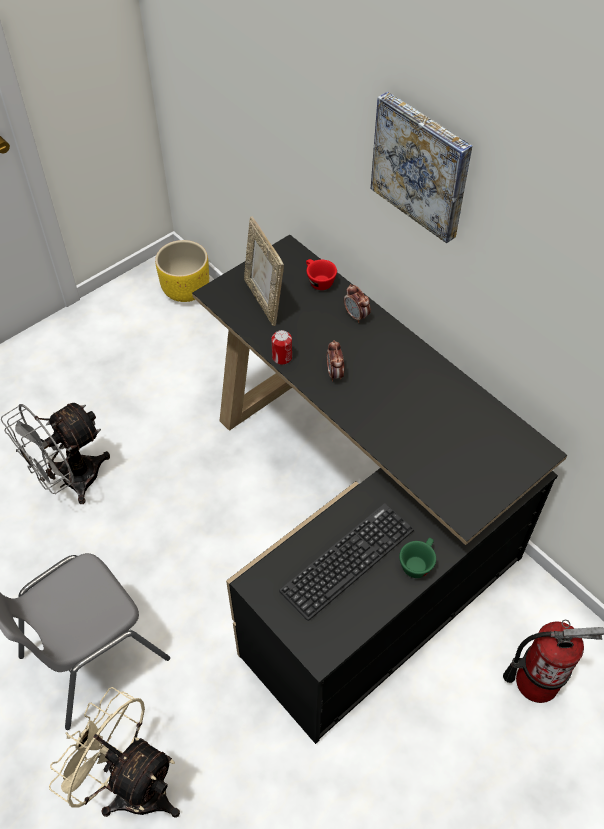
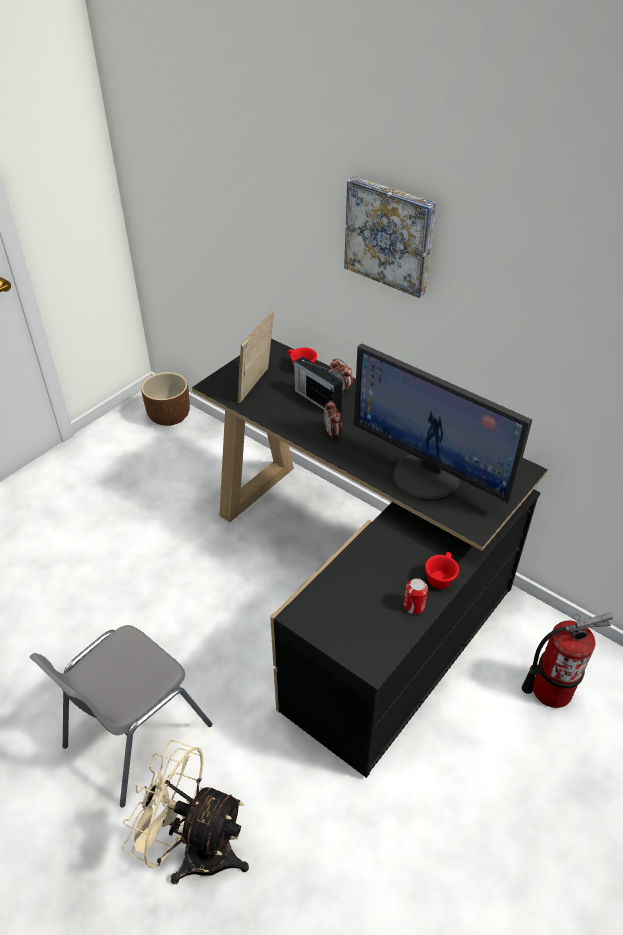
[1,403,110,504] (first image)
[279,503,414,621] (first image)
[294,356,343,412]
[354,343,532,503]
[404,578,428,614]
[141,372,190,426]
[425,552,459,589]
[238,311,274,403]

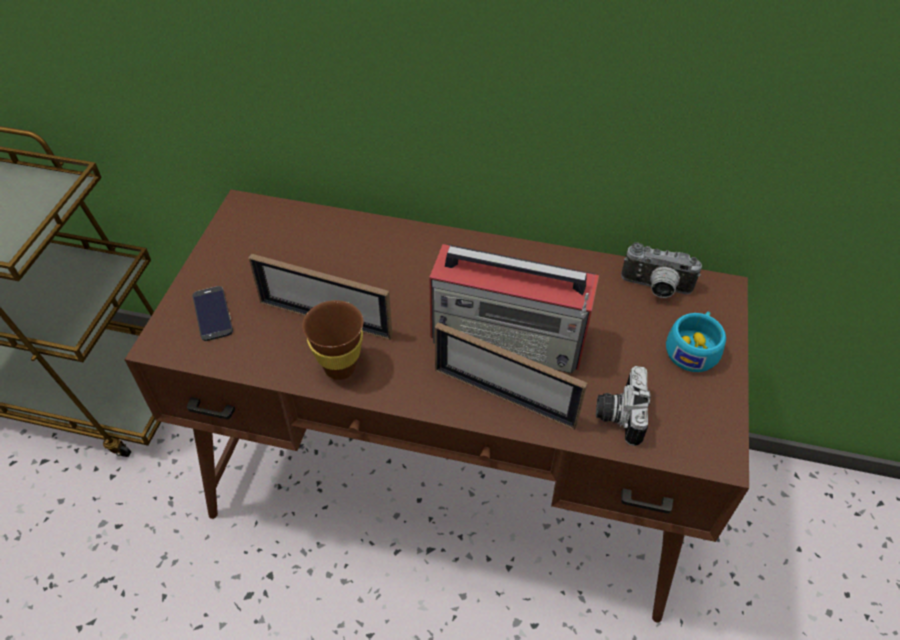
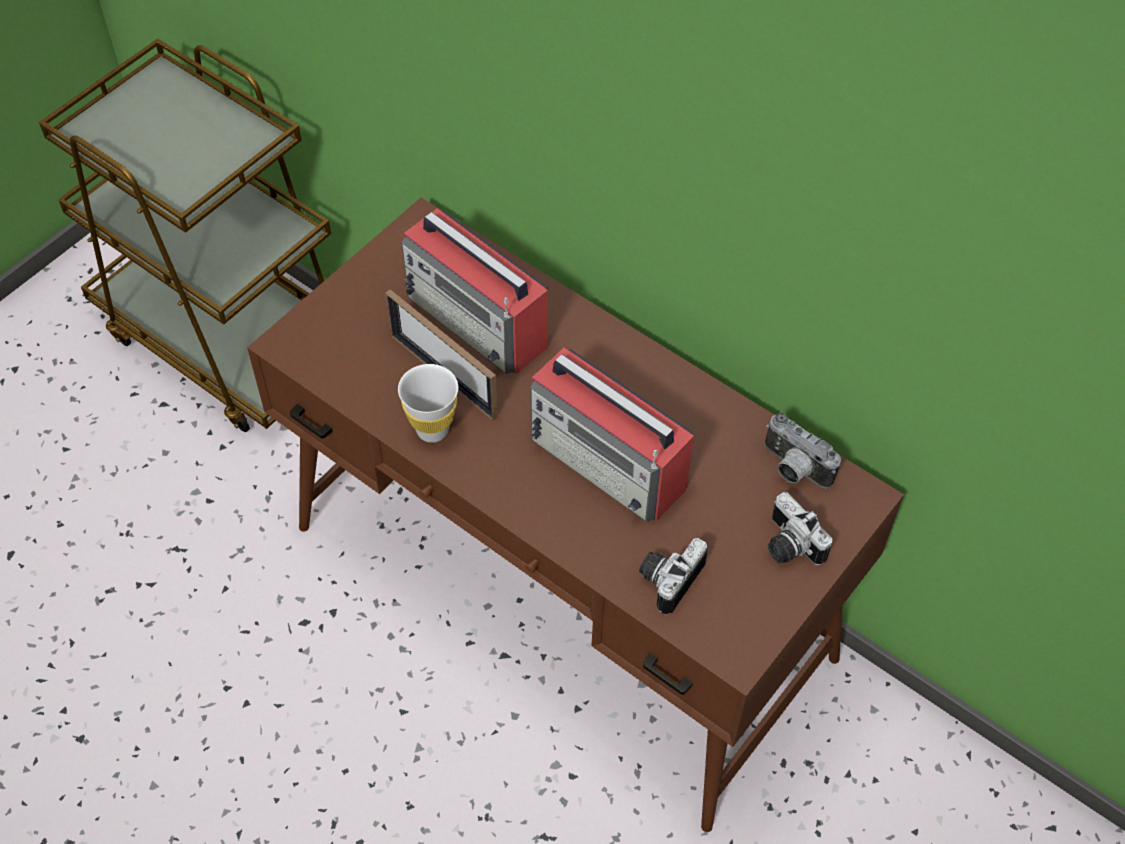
[193,286,233,341] (first image)
[435,322,587,430] (first image)
[402,208,548,374]
[767,492,832,565]
[398,364,458,443]

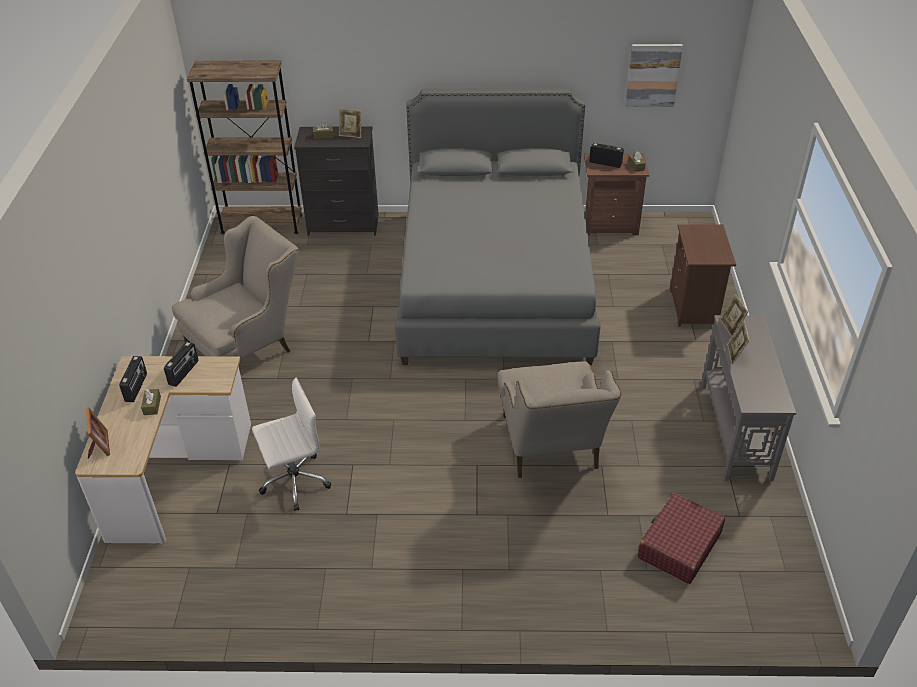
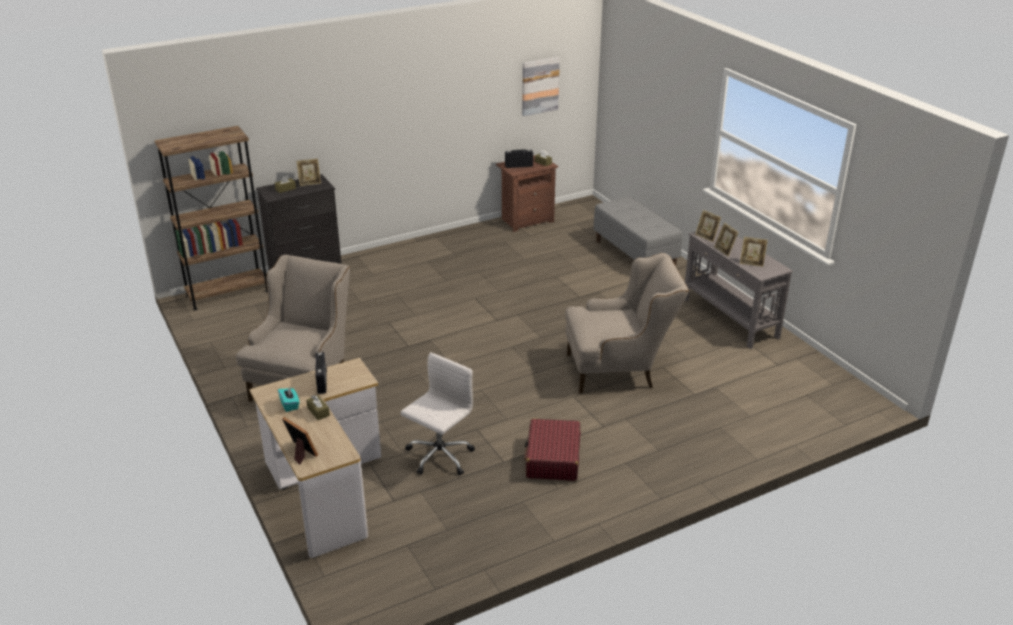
[395,88,601,365] (first image)
[740,237,768,267]
[524,419,581,481]
[278,385,300,412]
[593,196,682,266]
[565,253,689,394]

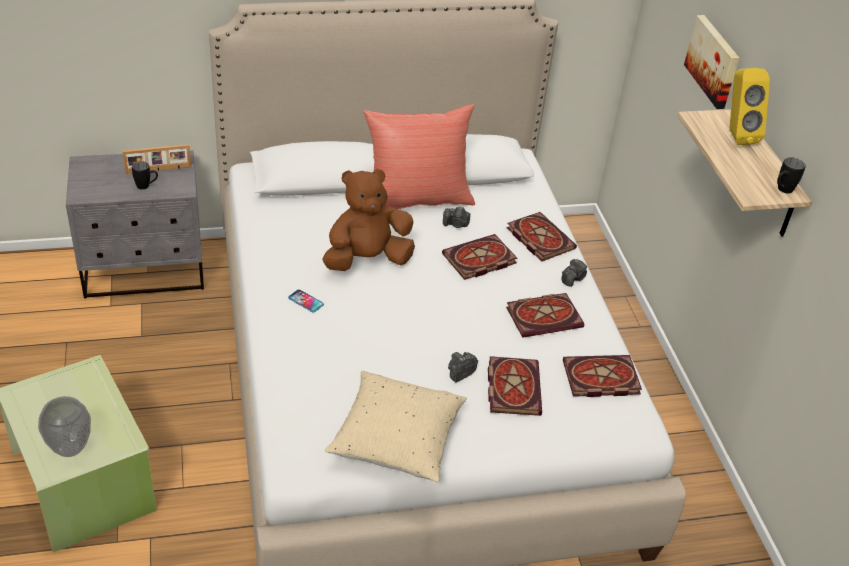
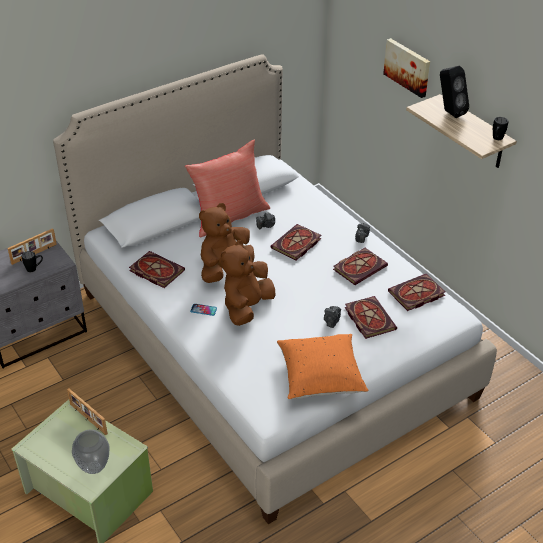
[67,388,108,435]
[221,240,275,326]
[129,251,185,288]
[277,334,368,399]
[440,66,469,118]

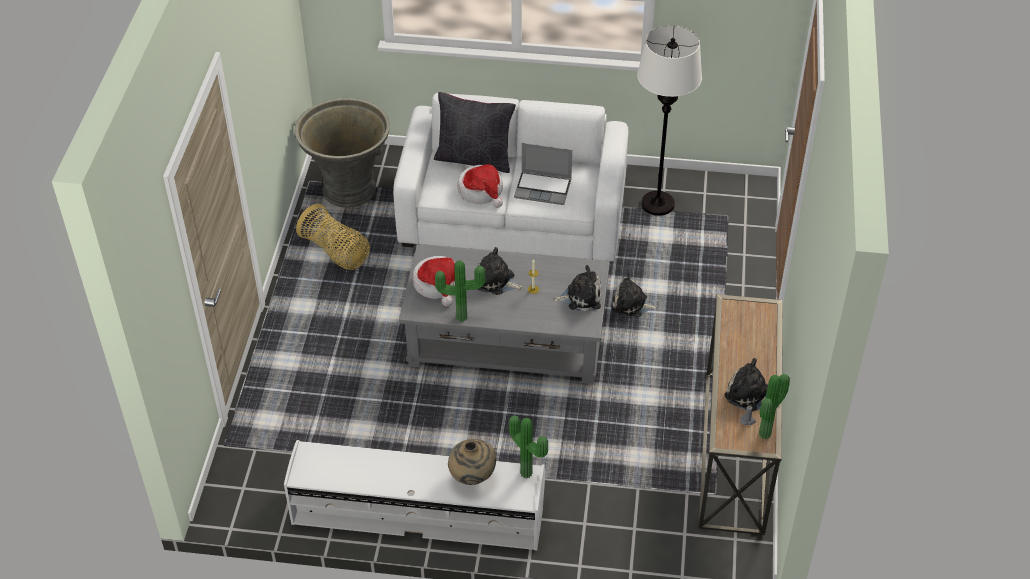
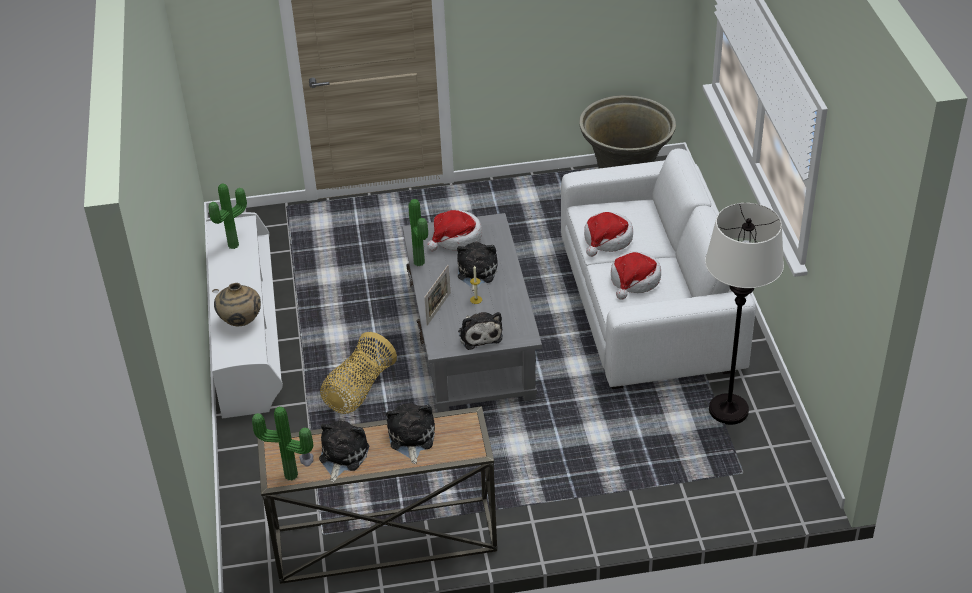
[434,92,516,173] (first image)
[424,265,450,326]
[320,332,397,414]
[209,183,247,249]
[386,403,435,464]
[611,252,661,300]

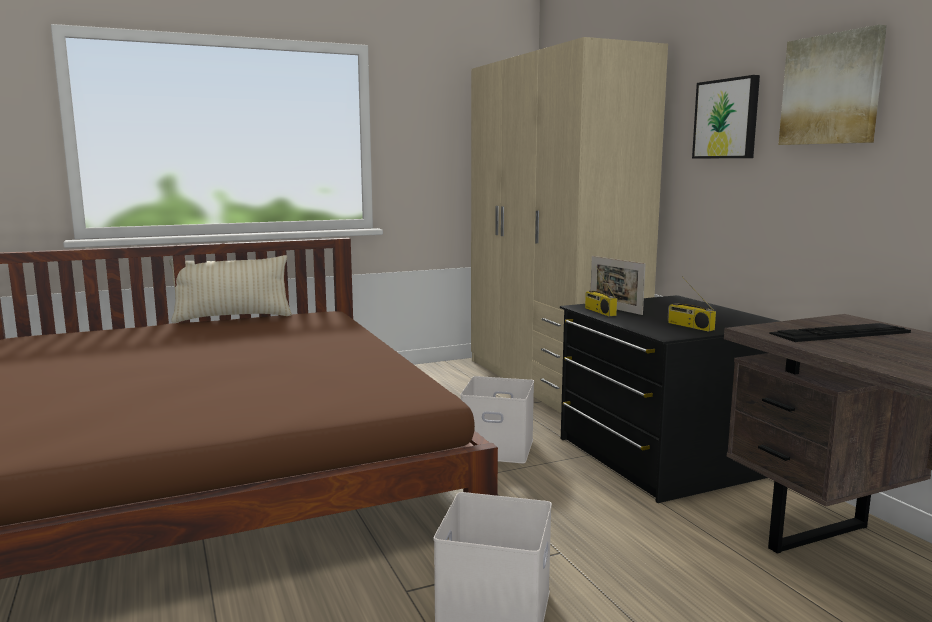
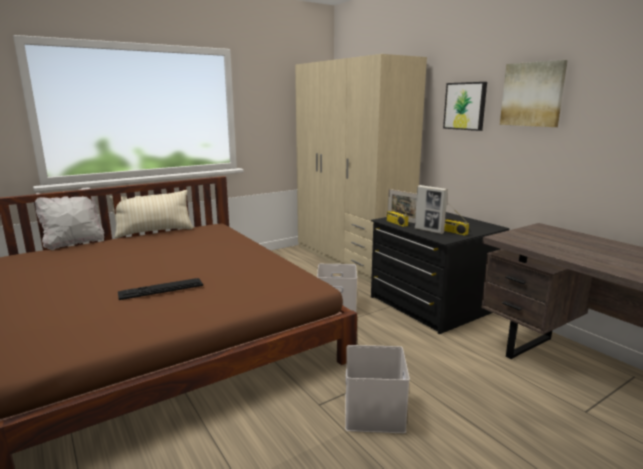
[32,187,104,250]
[415,185,448,234]
[118,278,203,300]

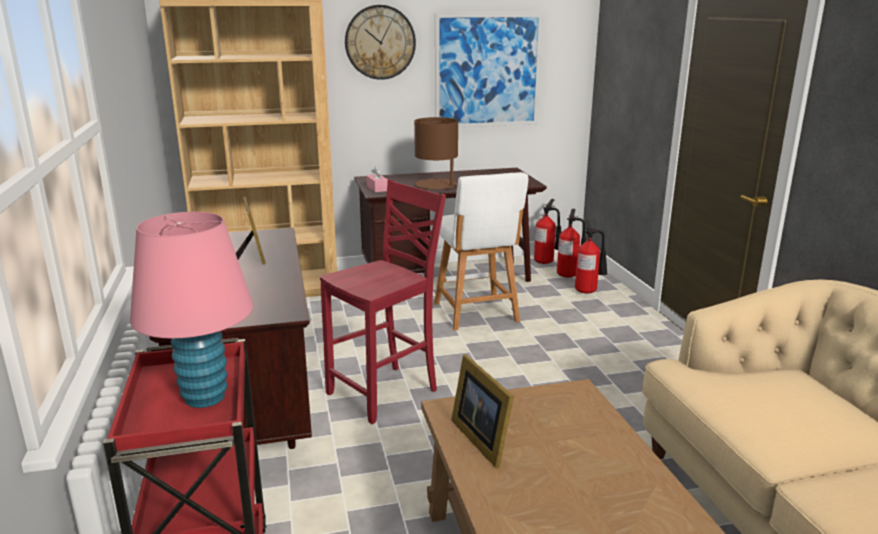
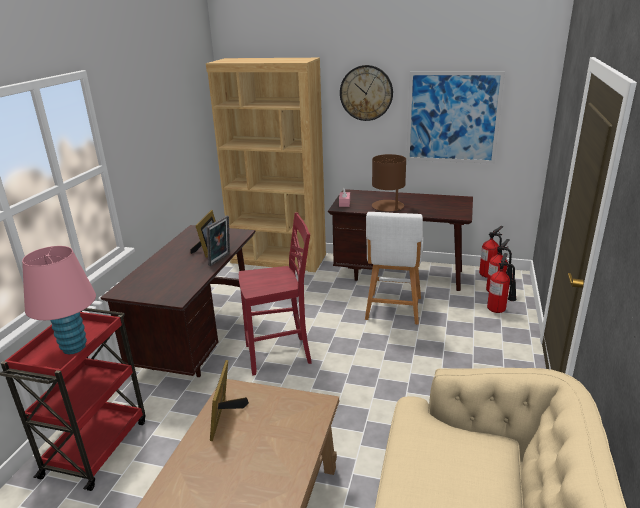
[206,215,230,266]

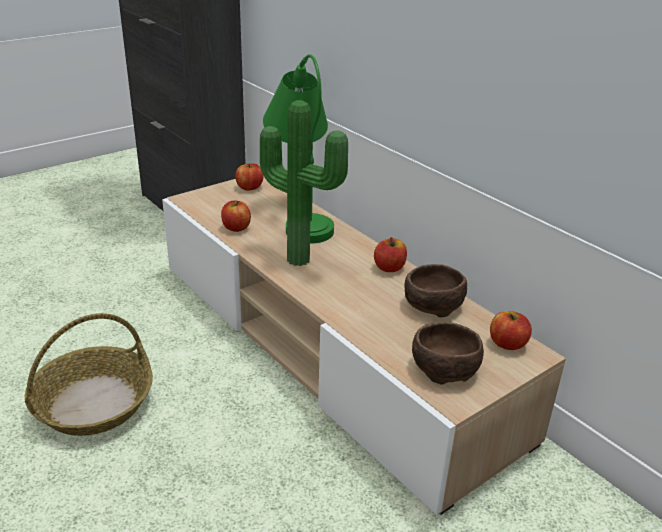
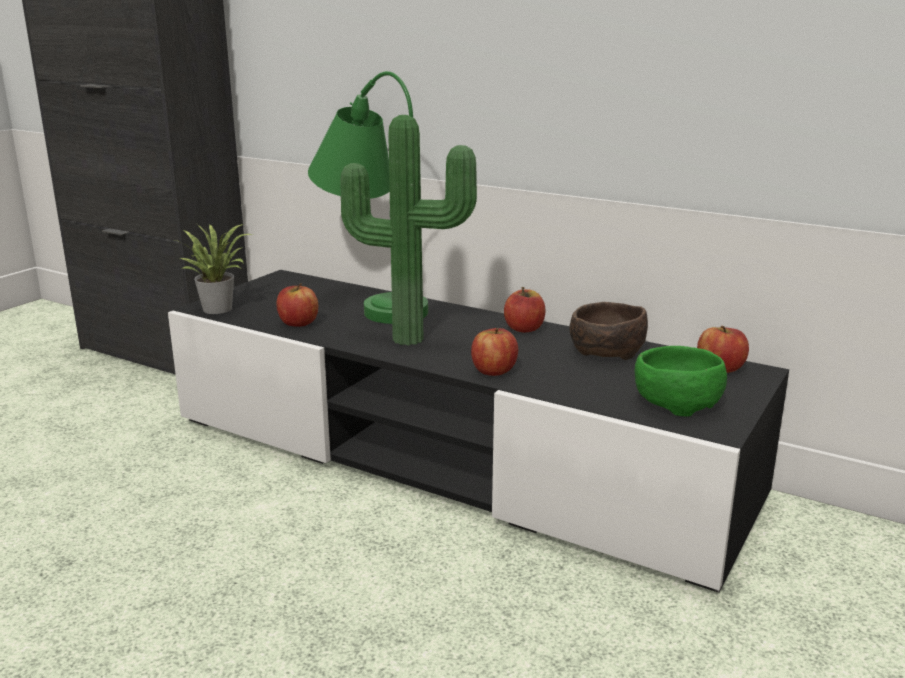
[25,313,153,436] (first image)
[175,224,251,314]
[471,328,518,376]
[168,270,789,593]
[635,346,727,417]

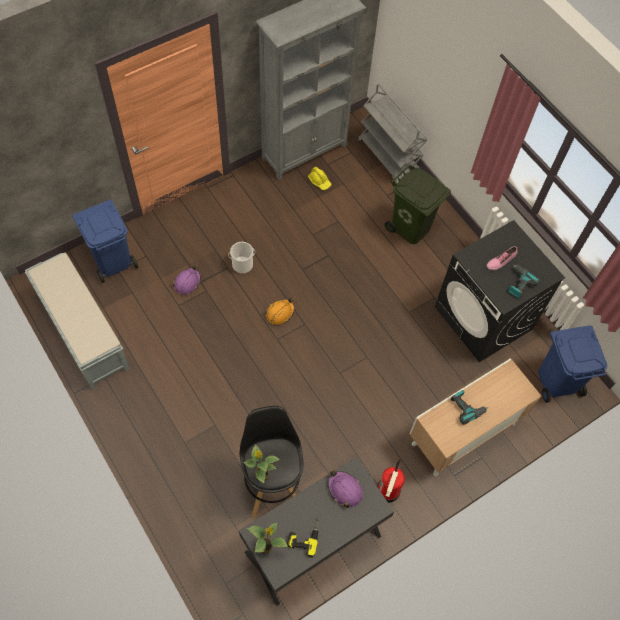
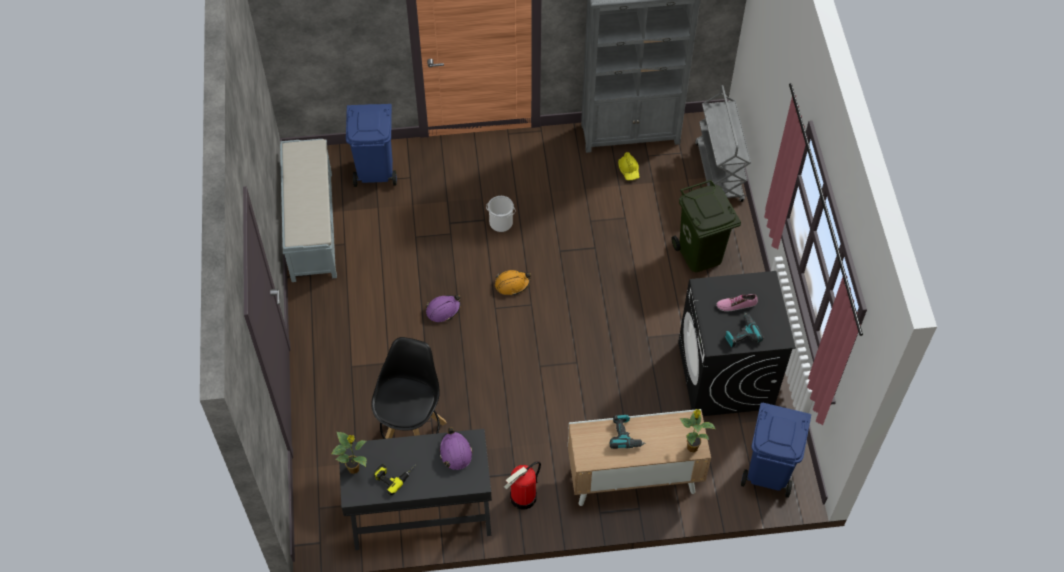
[425,295,461,322]
[680,409,716,452]

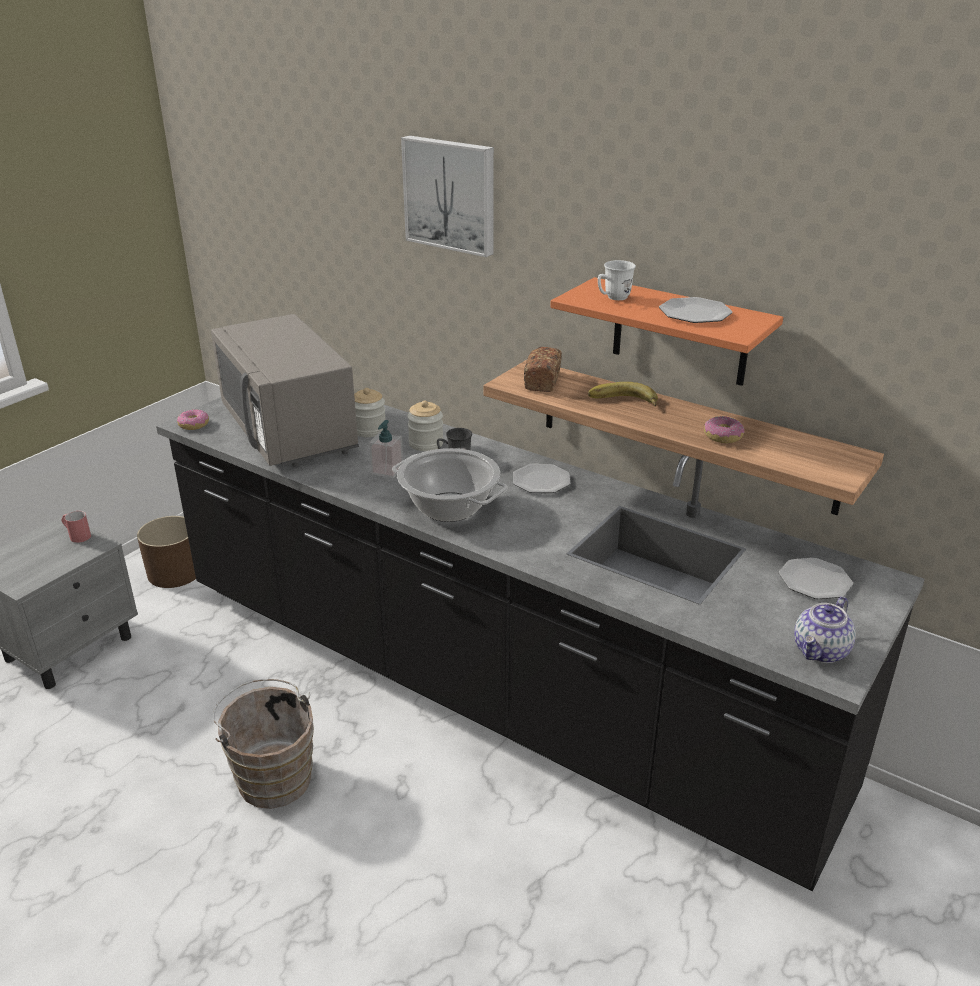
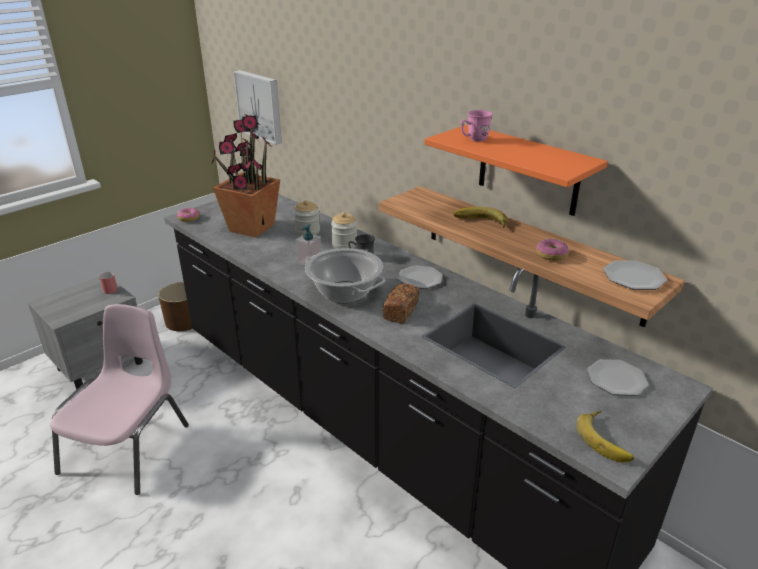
[213,679,314,809] (first image)
[50,304,189,495]
[233,70,282,145]
[383,283,420,323]
[603,260,667,290]
[211,114,280,238]
[576,411,634,462]
[461,110,493,142]

